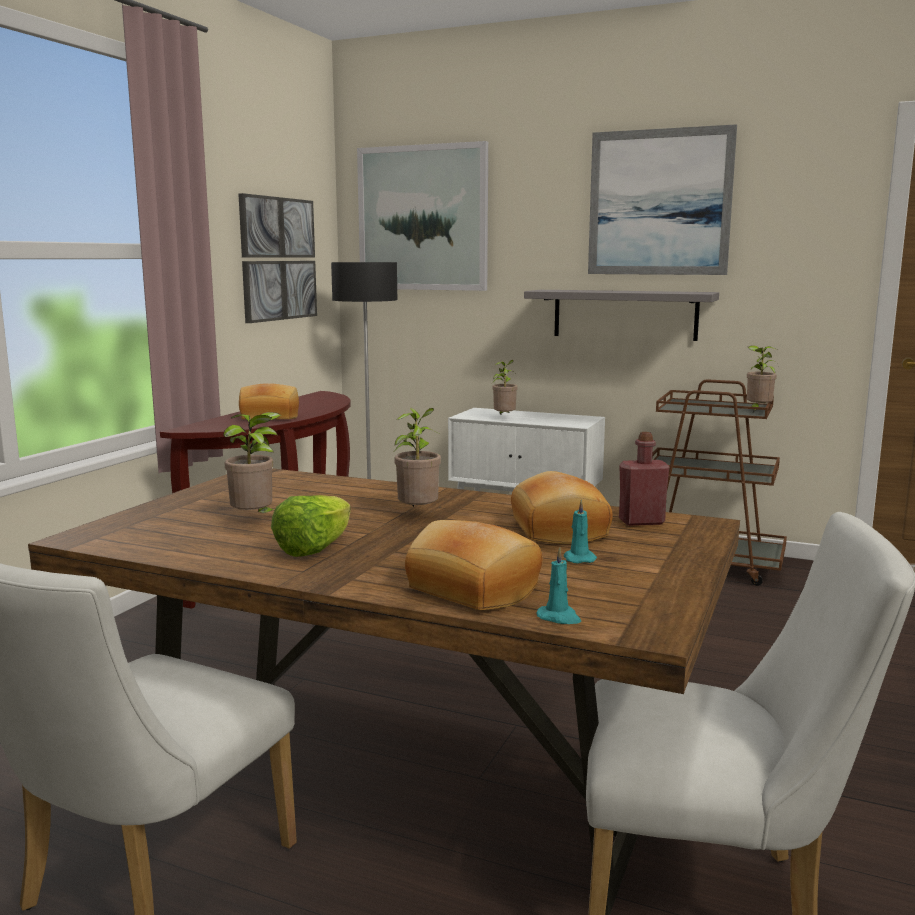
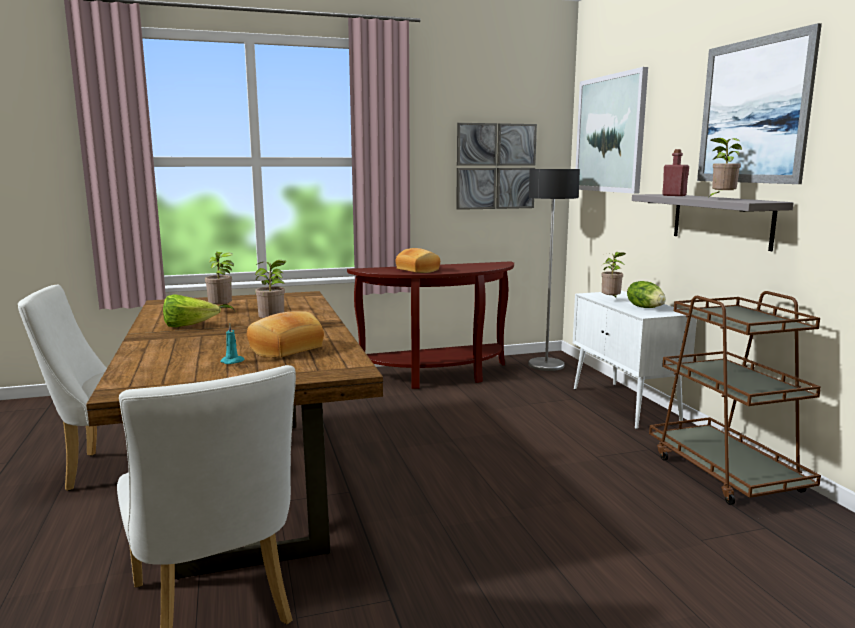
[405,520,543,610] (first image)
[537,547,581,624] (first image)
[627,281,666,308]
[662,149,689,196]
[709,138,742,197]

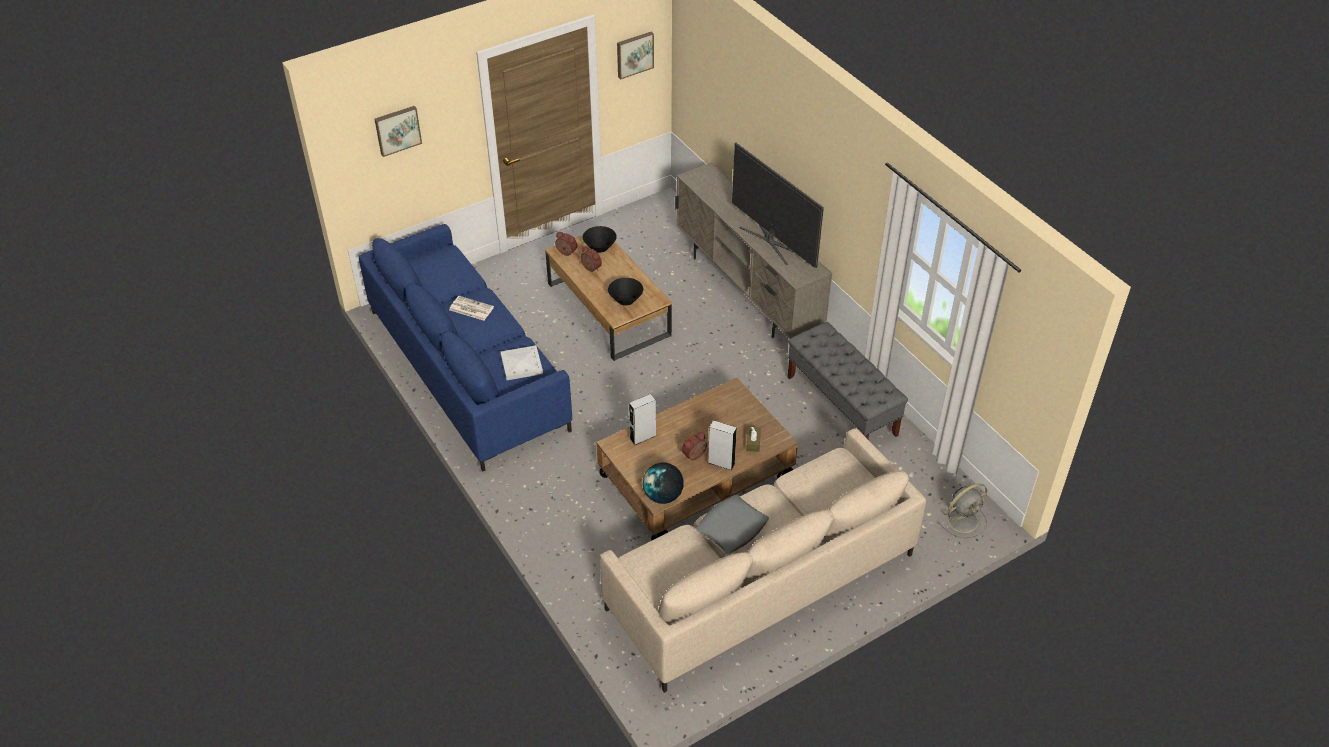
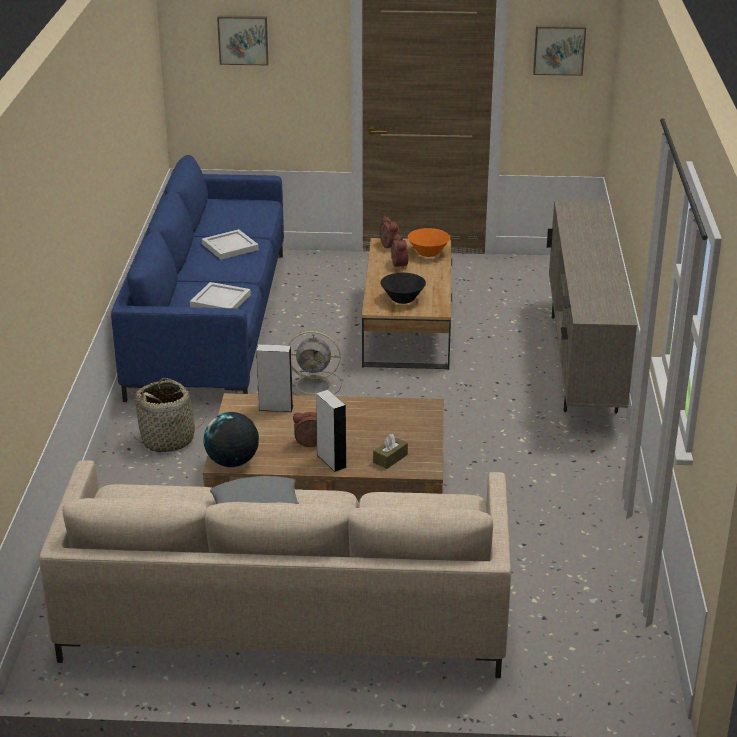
[732,142,824,268] (first image)
[788,322,908,439] (first image)
[133,378,207,452]
[289,331,342,395]
[202,229,259,260]
[408,228,450,257]

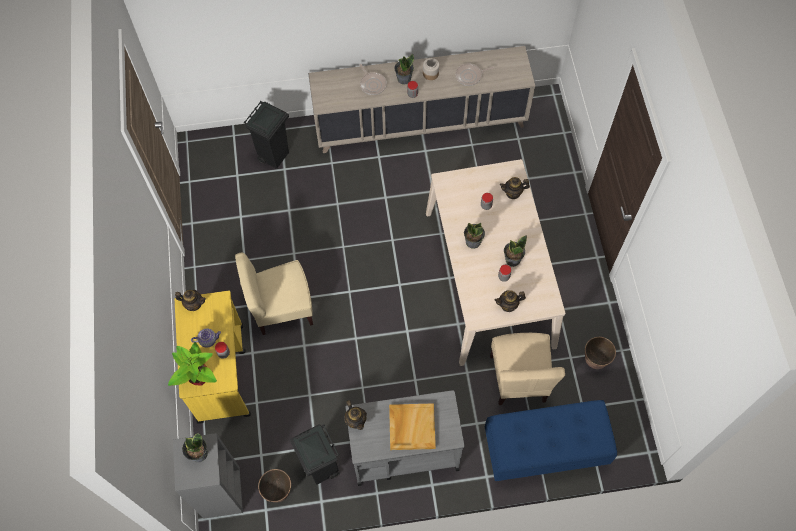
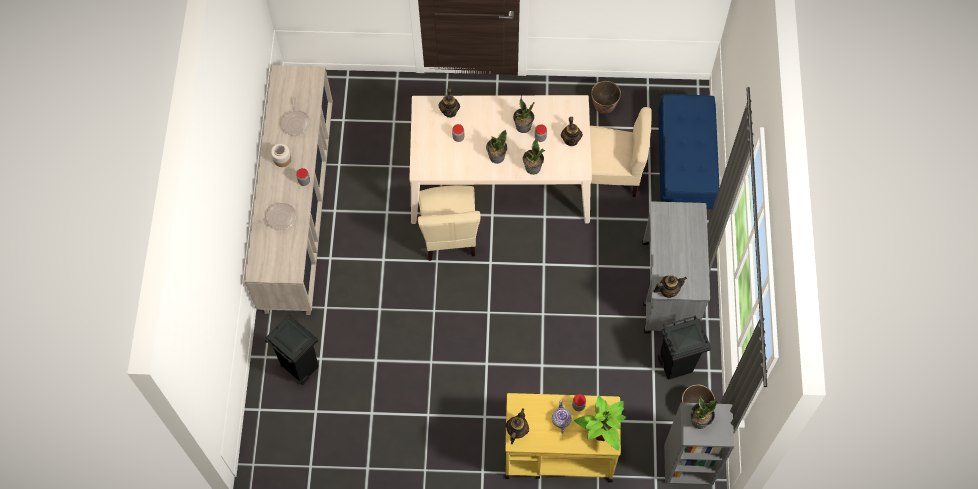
[389,403,436,450] (first image)
[418,185,480,261]
[522,137,545,175]

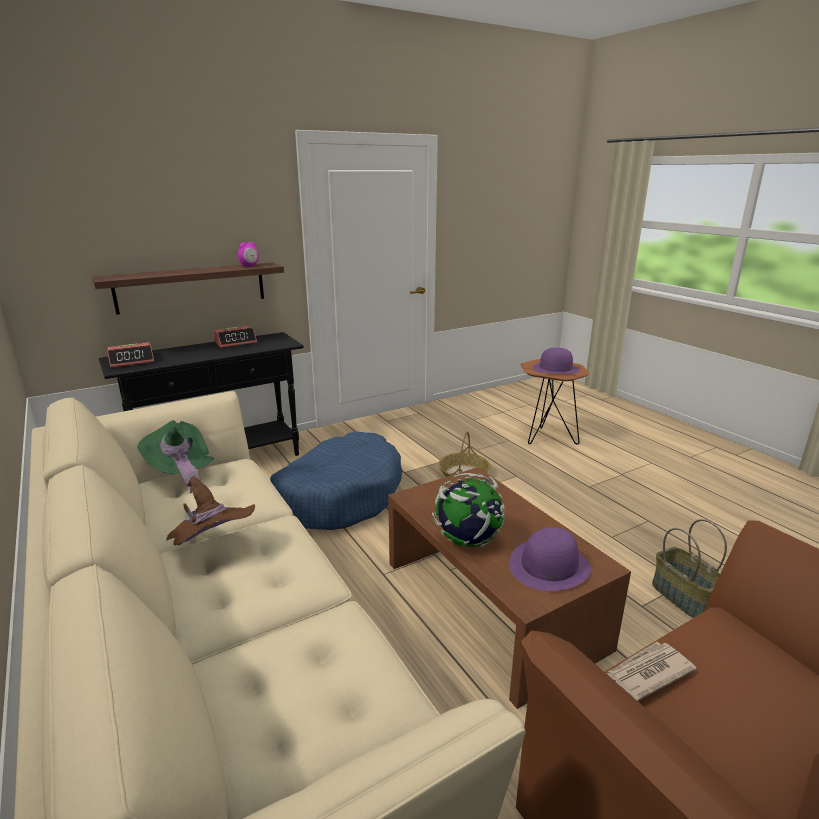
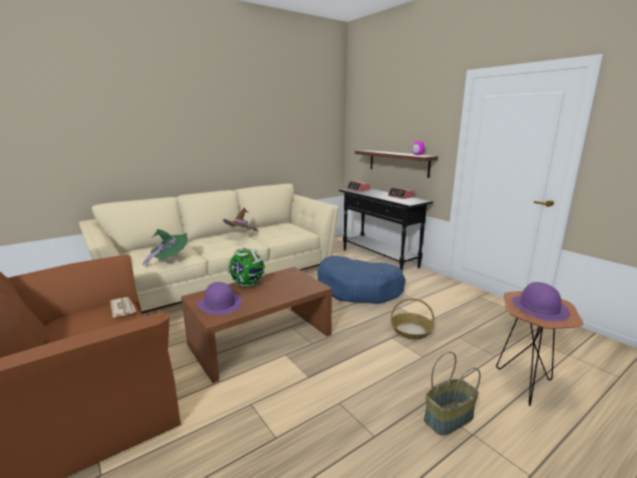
[143,229,188,266]
[424,352,481,436]

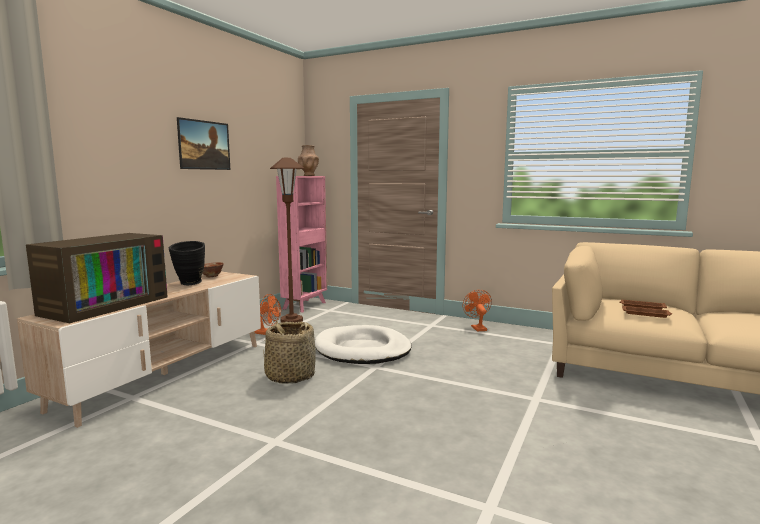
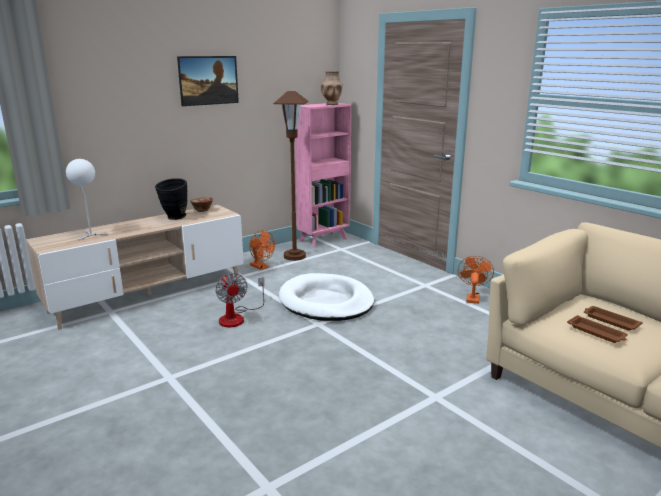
[66,159,108,240]
[216,273,264,327]

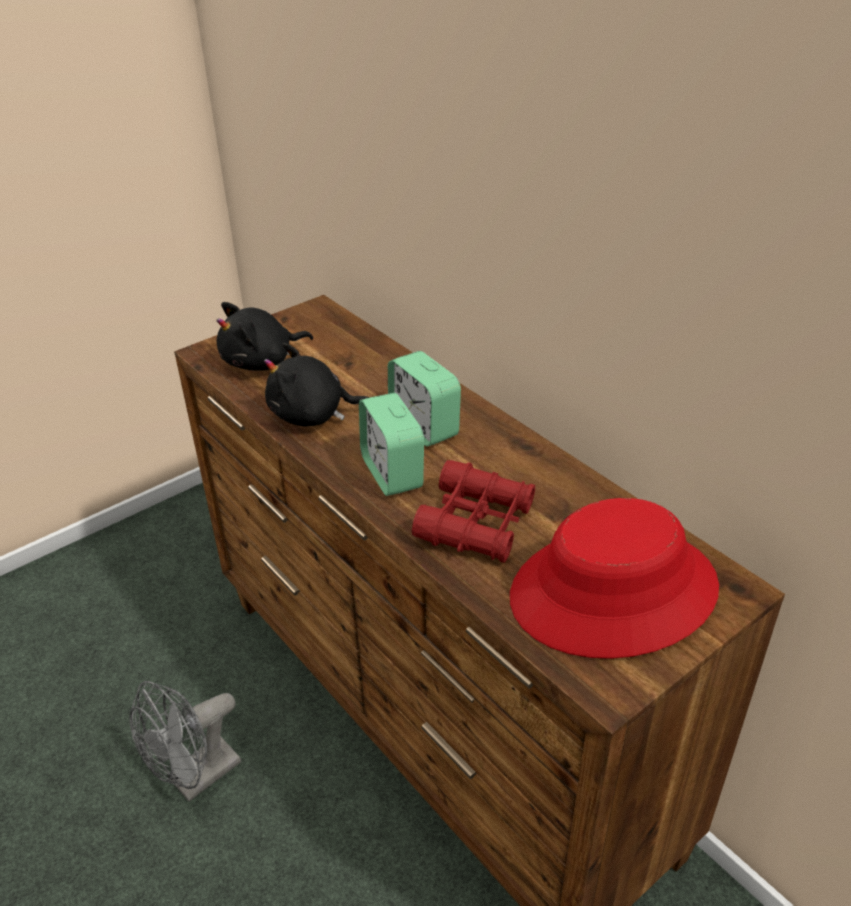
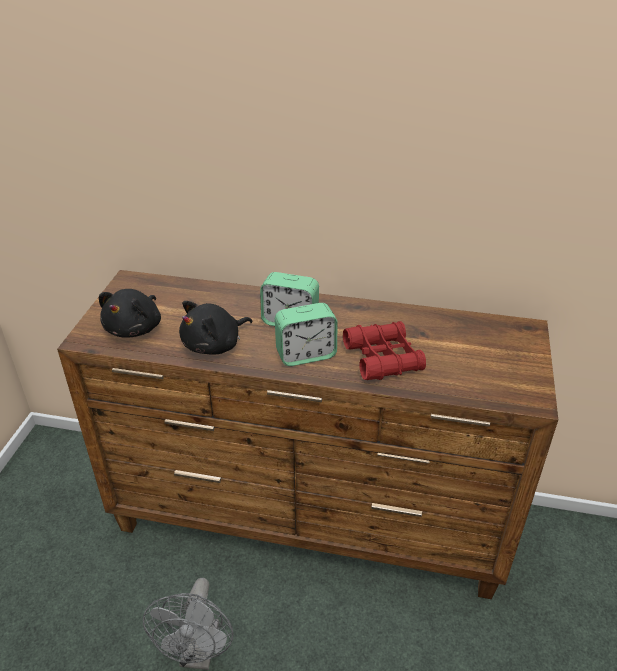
[510,498,719,659] (first image)
[275,303,338,366]

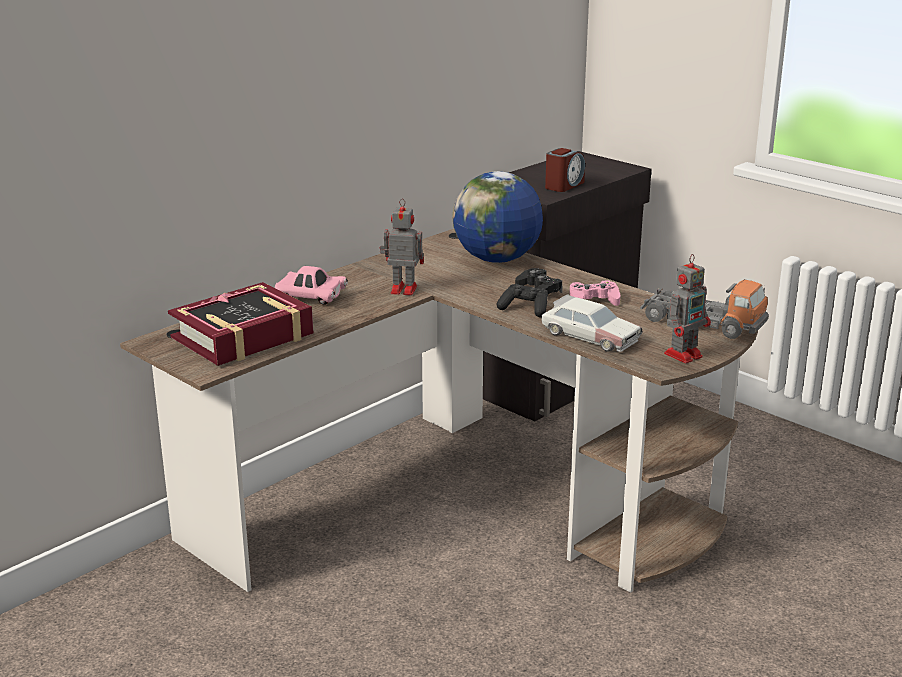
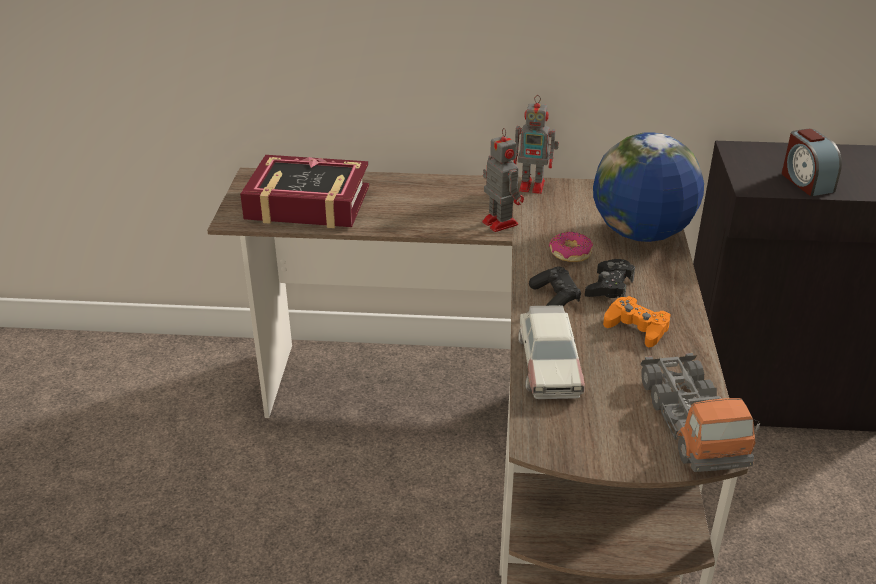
[275,266,348,305] (first image)
[549,232,593,262]
[513,95,559,194]
[603,296,671,347]
[782,129,842,196]

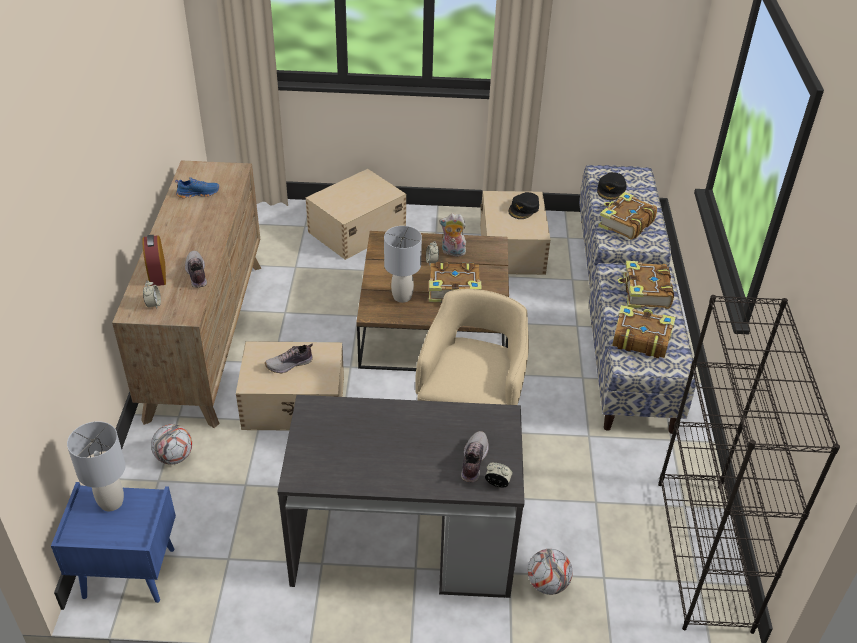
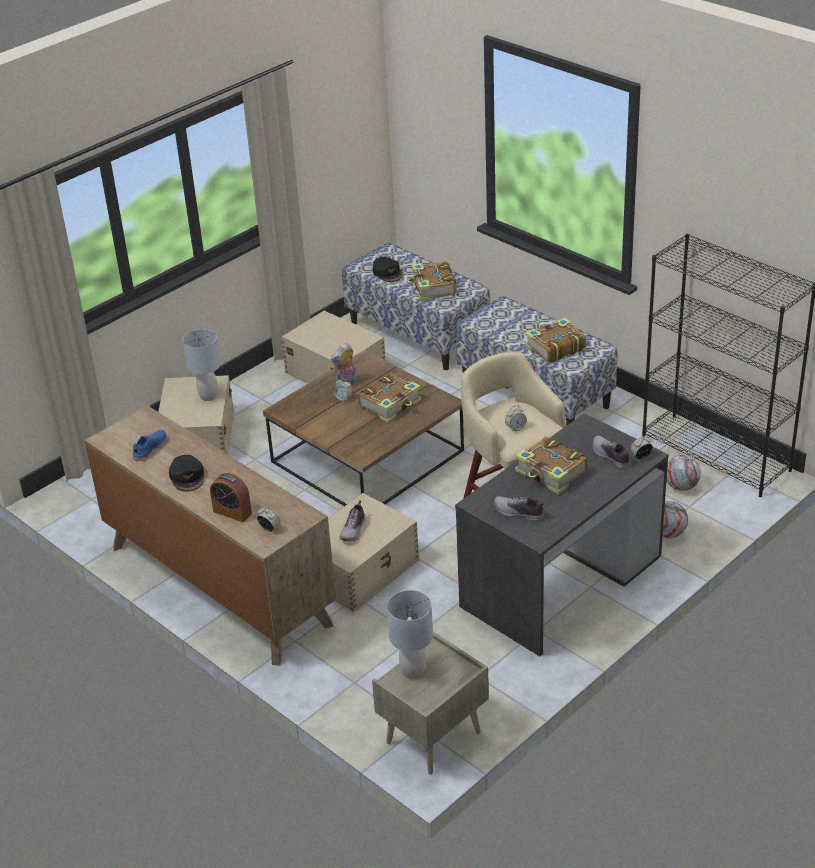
[505,405,527,432]
[666,455,701,491]
[494,496,545,521]
[183,329,221,401]
[169,455,204,492]
[515,437,588,494]
[372,633,489,774]

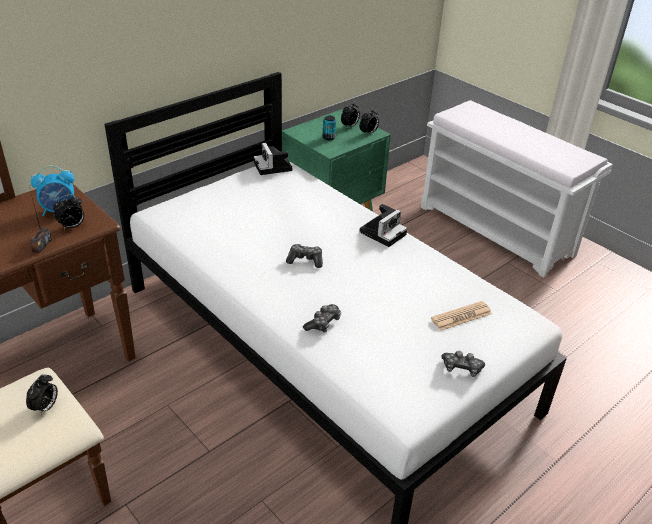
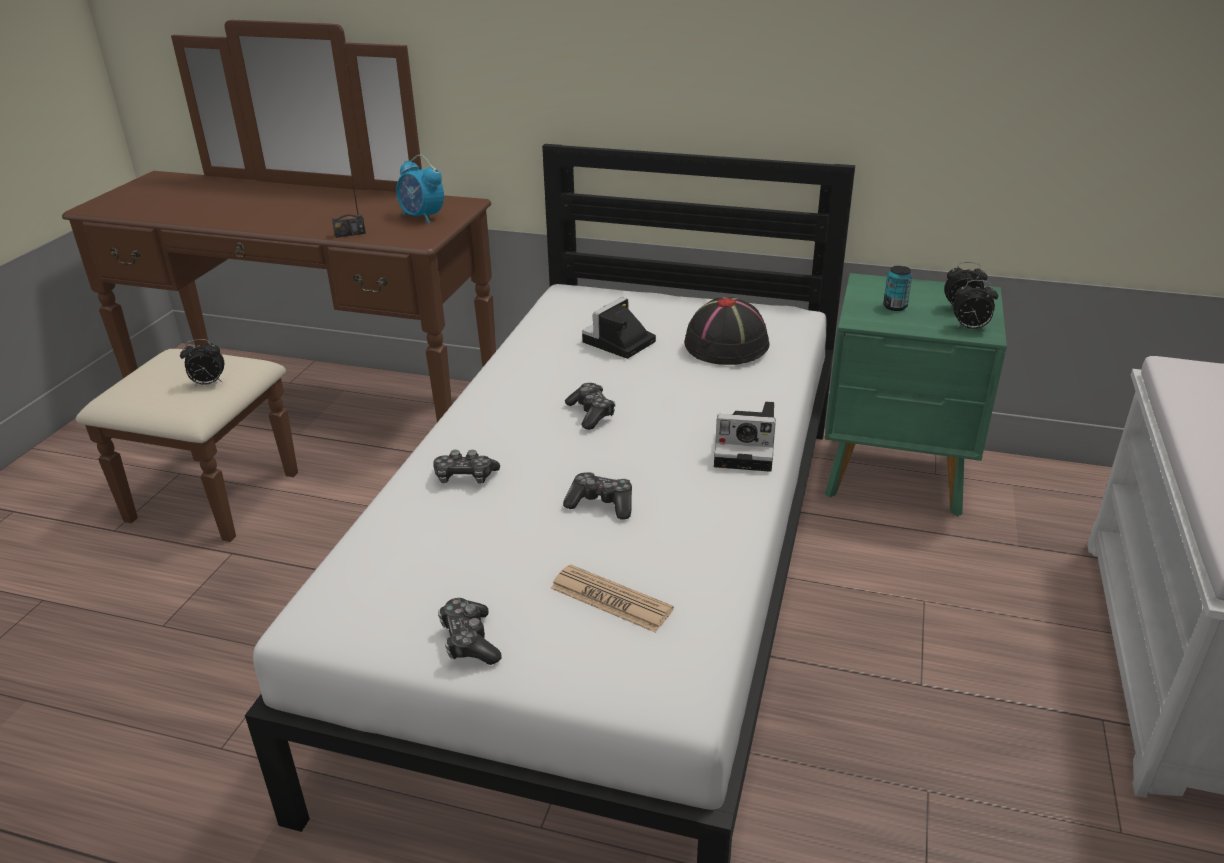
[53,194,84,230] (first image)
[563,472,632,520]
[684,297,769,365]
[582,297,656,359]

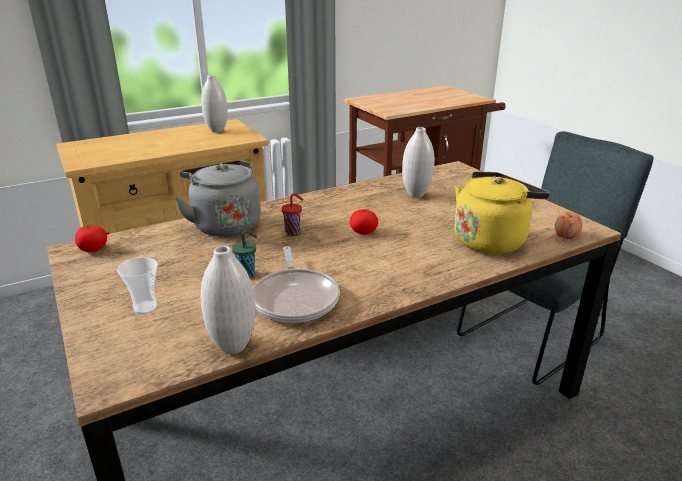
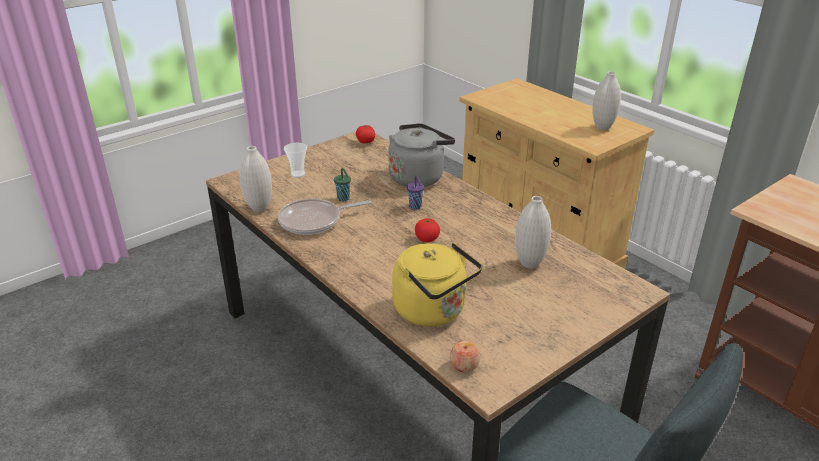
[407,176,424,209]

